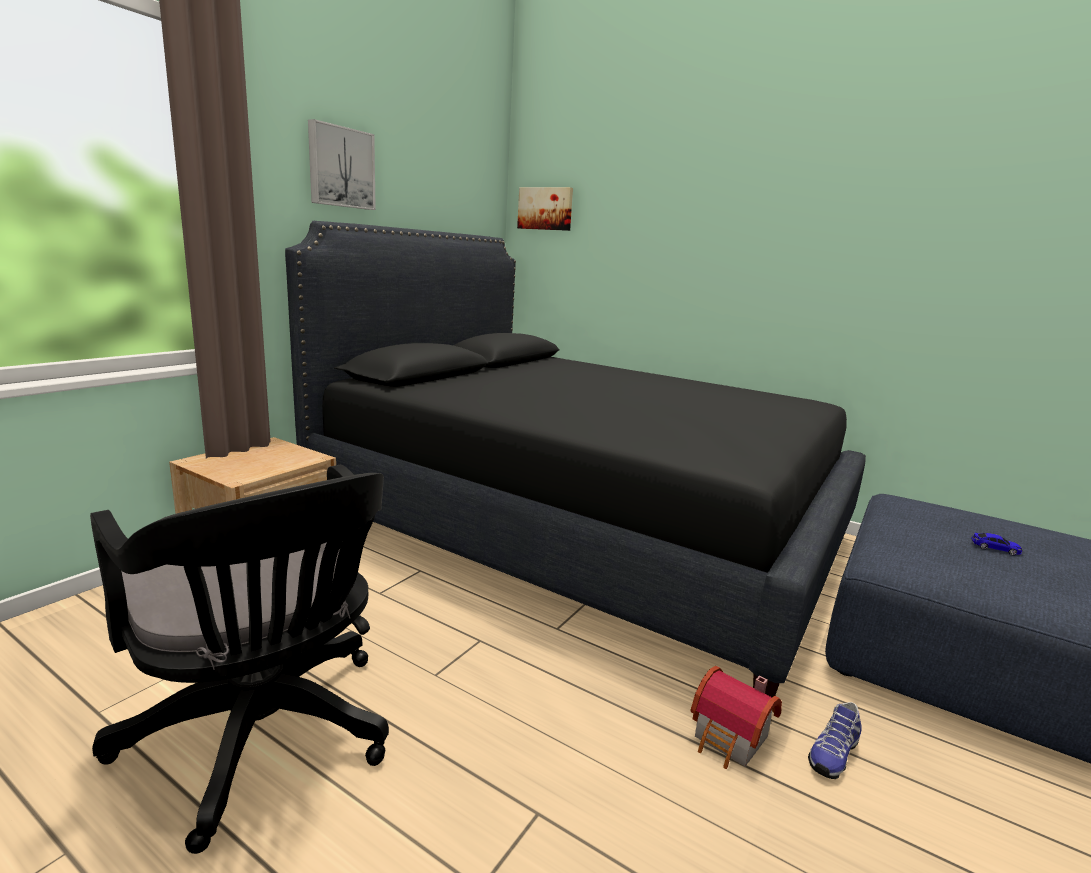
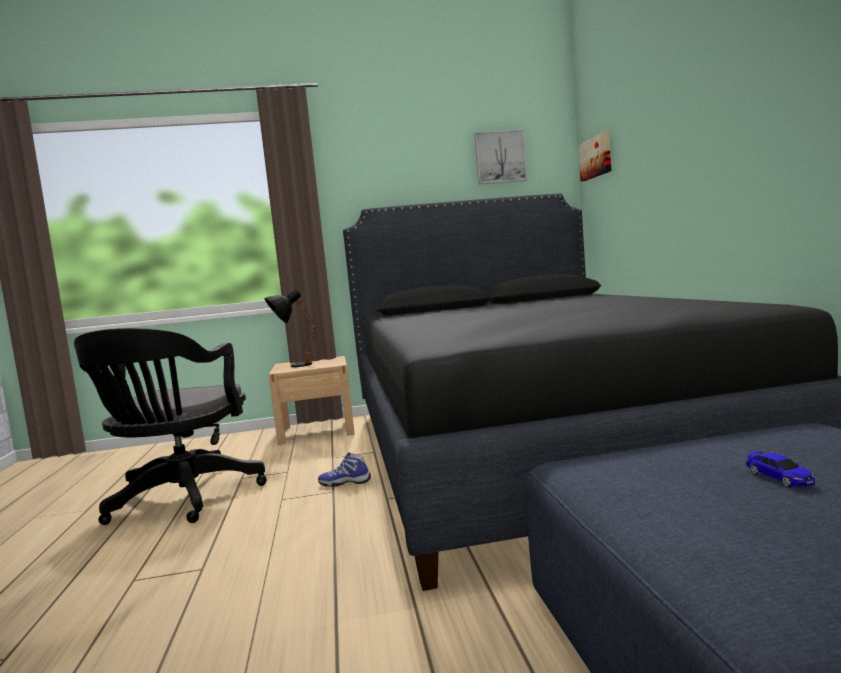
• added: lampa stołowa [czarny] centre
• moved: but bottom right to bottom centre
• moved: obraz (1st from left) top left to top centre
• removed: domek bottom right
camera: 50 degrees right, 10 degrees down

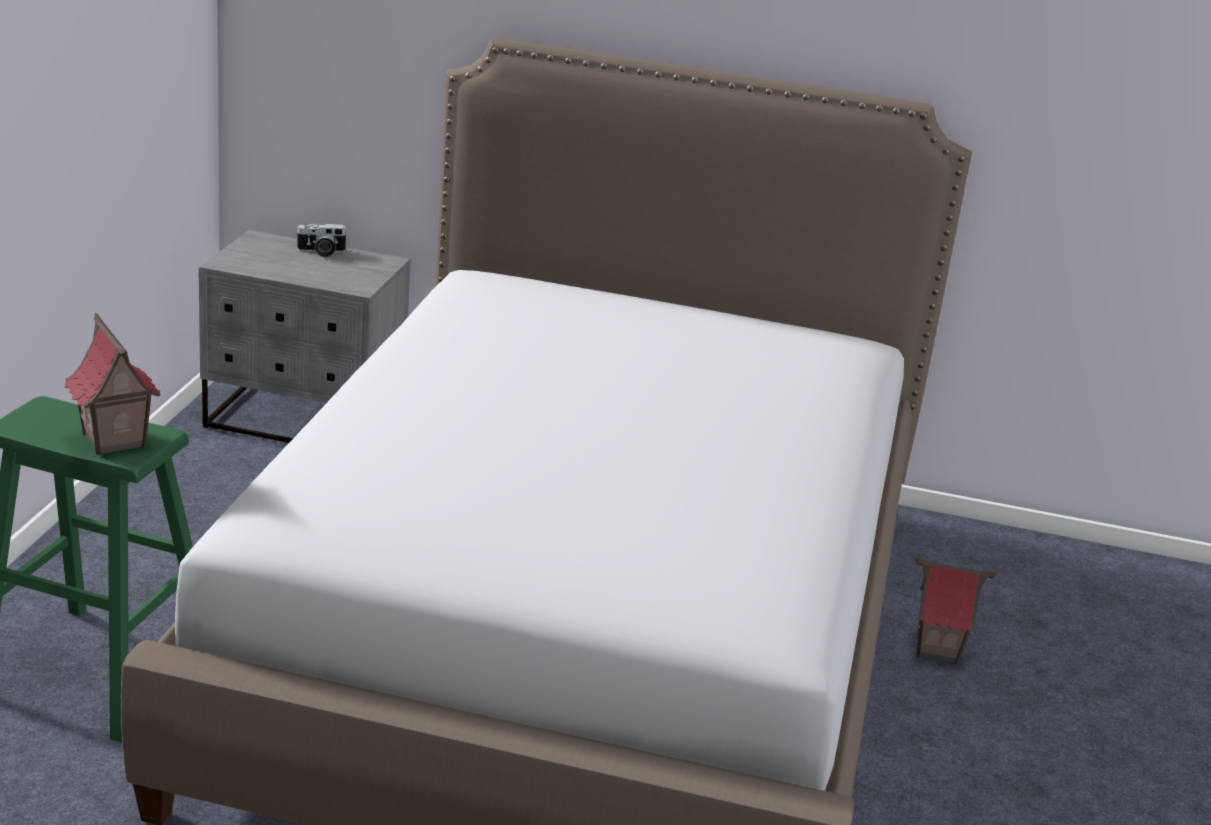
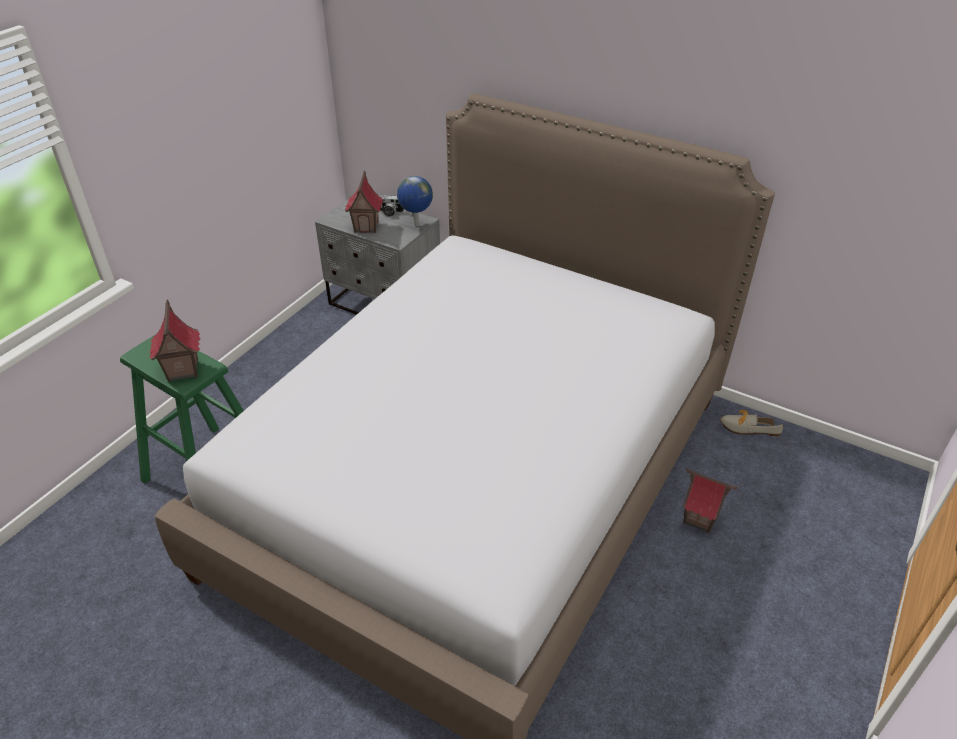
• added: domek (2nd from left) top centre
• added: globus top centre
• added: but middle right
camera: 20 degrees right, 15 degrees up

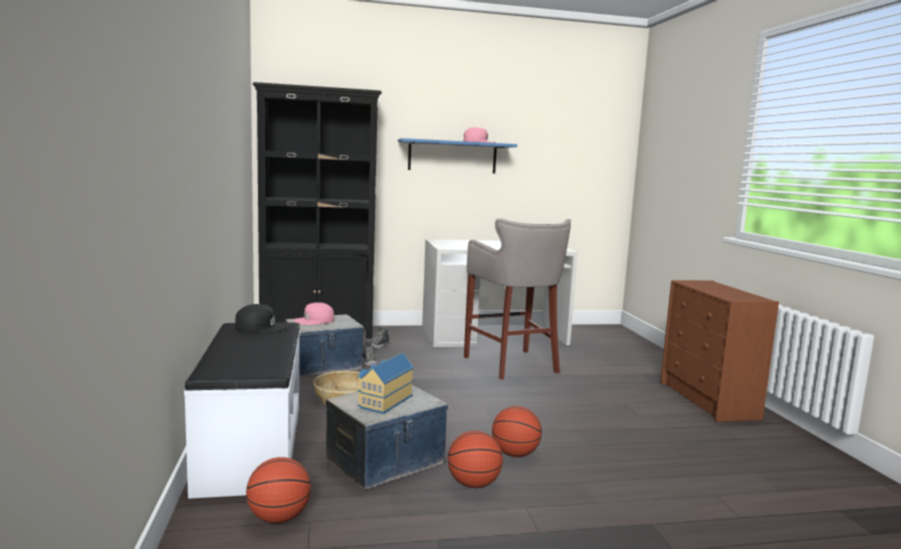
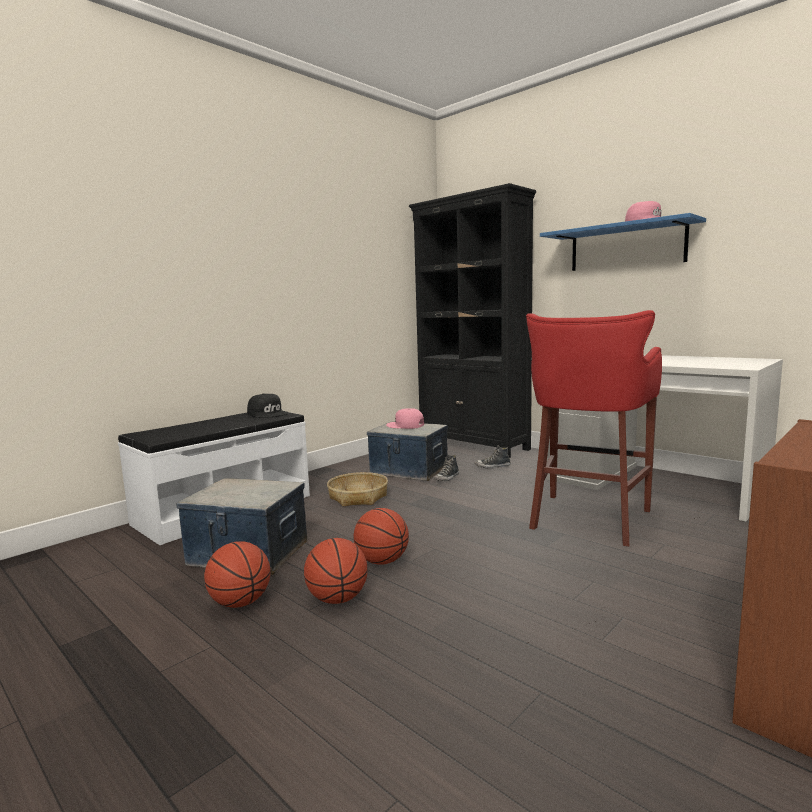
• moved: piłka do koszykówki (1st from left in the first image) bottom left to piłka do koszykówki (3rd from left) centre
• recoloured: stołek [szary] centre to stołek [czerwony] middle right
• removed: domek bottom centre
camera: 55 degrees right, 0 degrees up

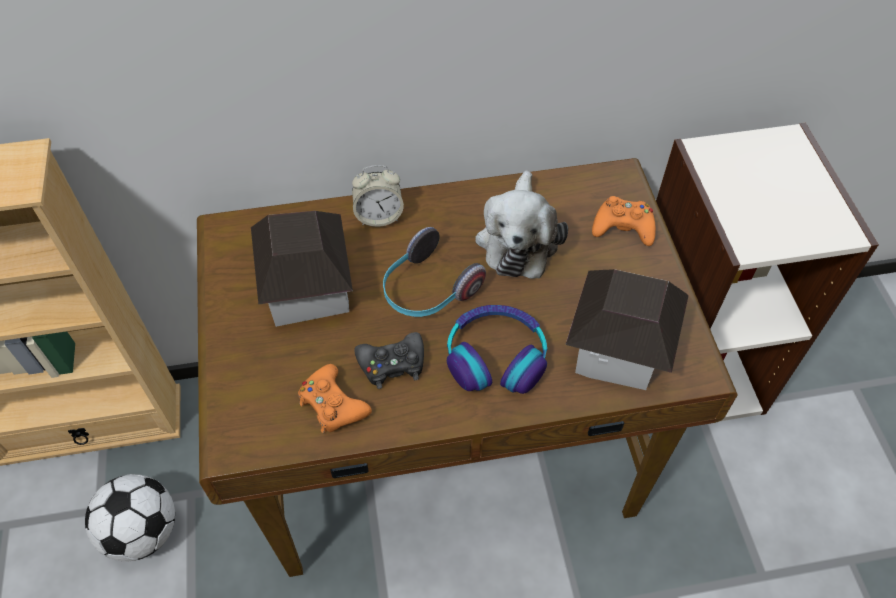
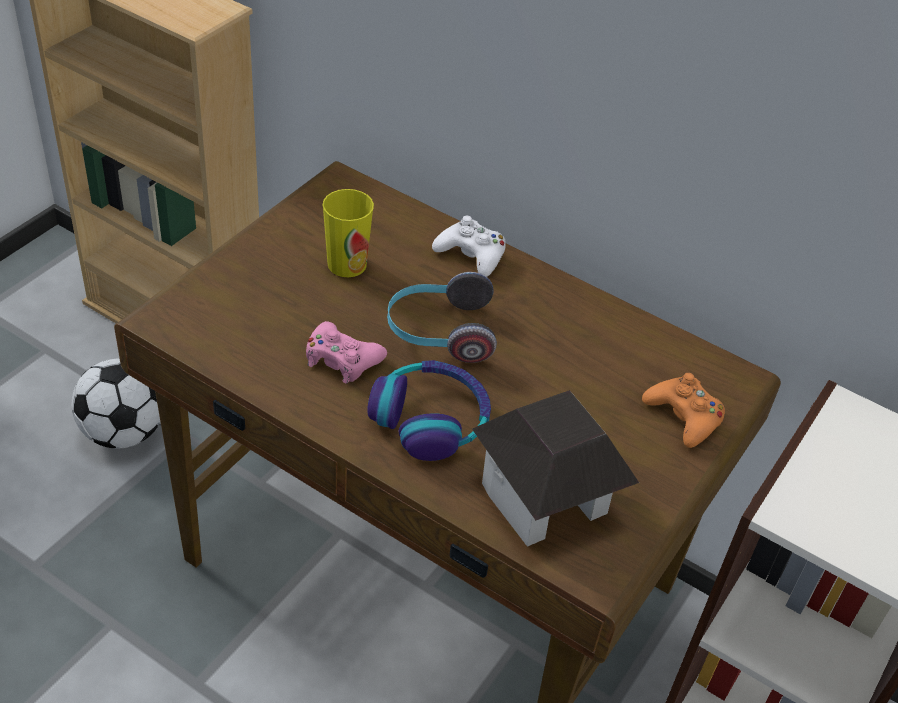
• recoloured: pad do gier [czarny] centre to pad do gier [różowy] centre
• replaced: domek (1st from left) centre to filiżanka top centre
• replaced: budzik top centre to pad do gier [biały] centre
• removed: pad do gier [pomarańczowy] (1st from left) centre
• removed: pluszak centre
camera: 40 degrees right, 10 degrees down

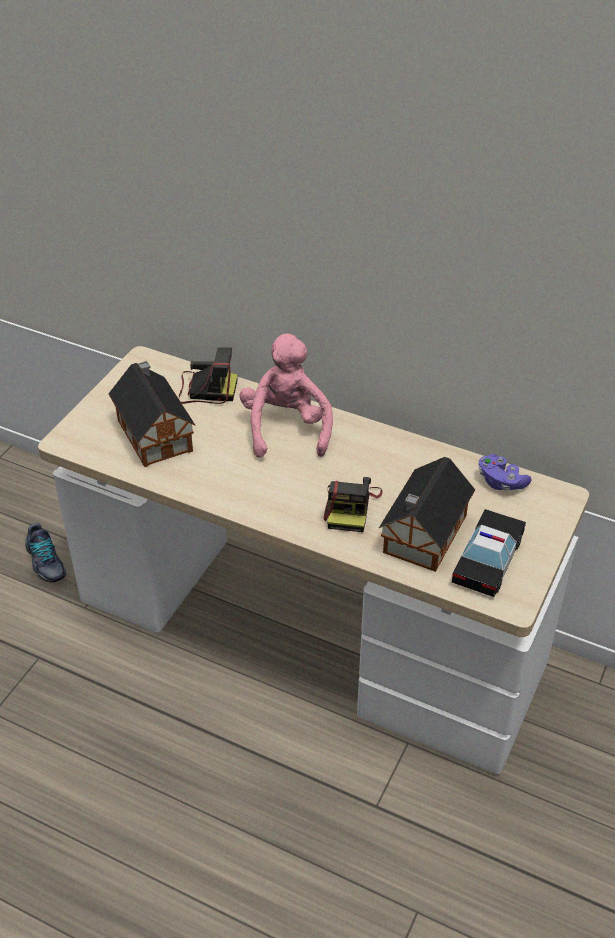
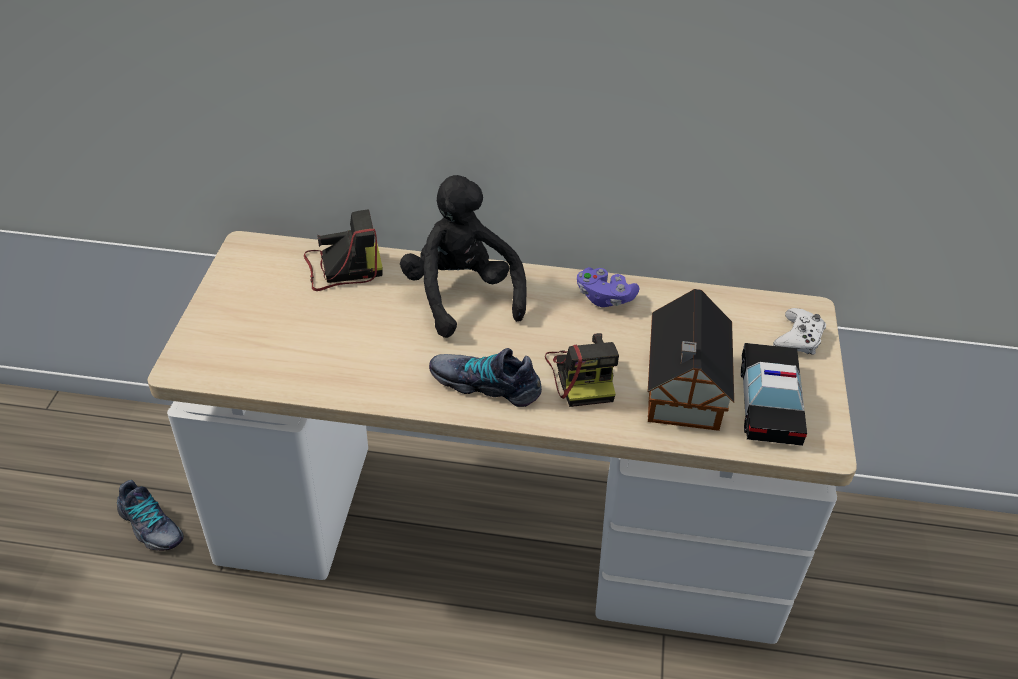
• recoloured: pluszak [różowy] centre to pluszak [czarny] centre
• added: but (2nd from left) centre
• moved: pad do gier [fioletowy] middle right to centre
• added: pad do gier [biały] middle right
• removed: domek (1st from left) middle left
camera: 20 degrees left, 0 degrees up

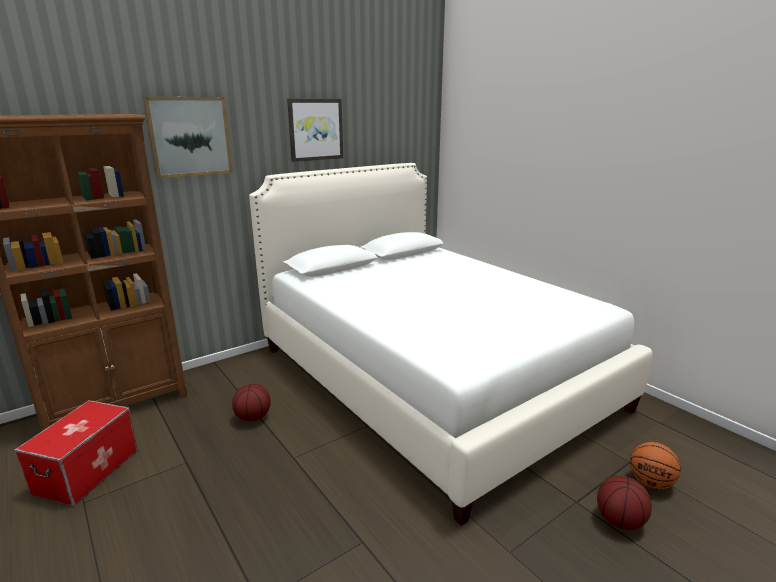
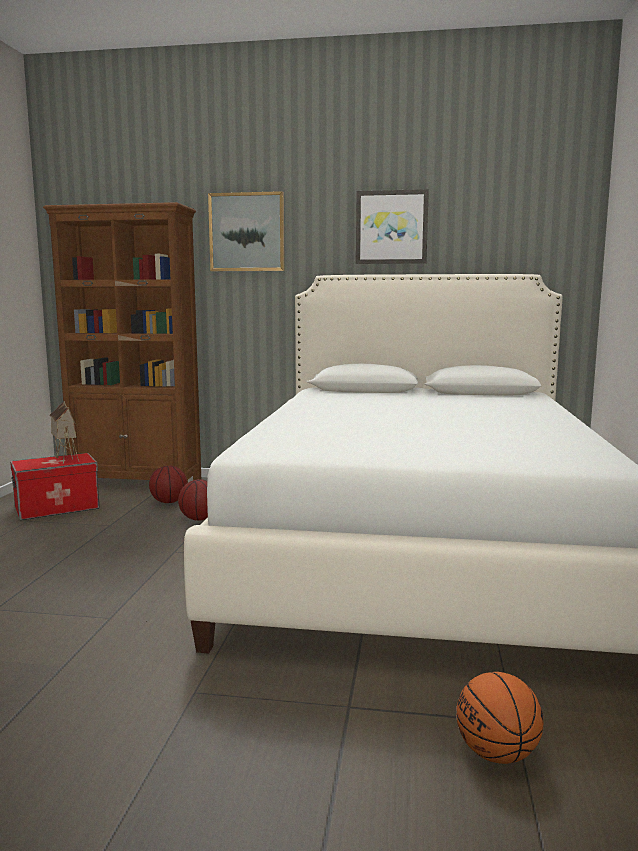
• added: domek middle left
• moved: piłka do koszykówki (2nd from left in the first image) bottom right to piłka do koszykówki (1st from left) middle left
camera: 45 degrees right, 10 degrees down

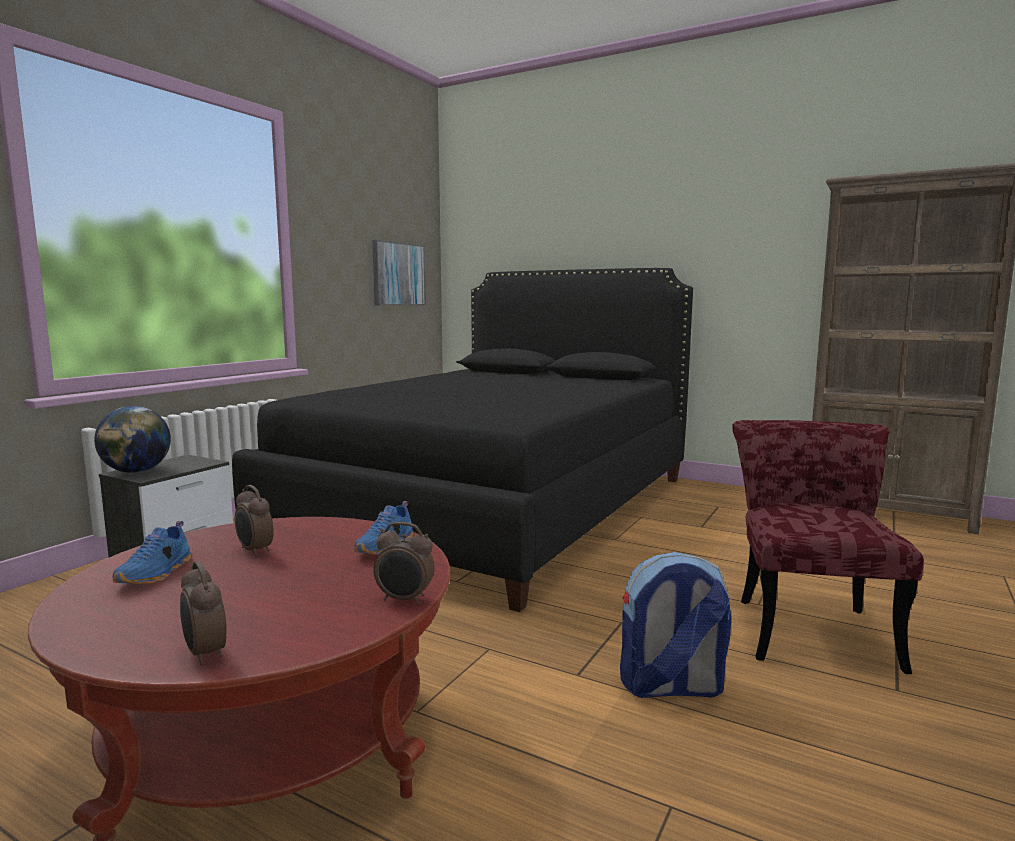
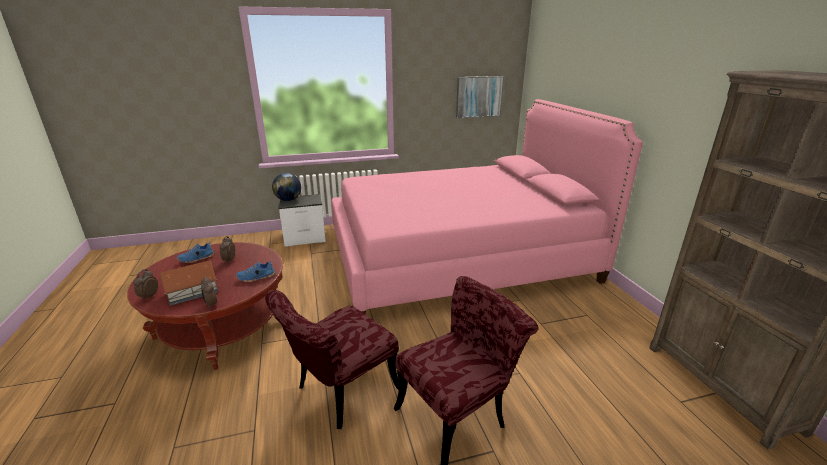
• added: domek middle left
• replaced: plecak bottom centre to krzesło [czerwony] (1st from left) bottom centre
• recoloured: łóżko [czarny] centre to łóżko [różowy] centre
camera: 45 degrees right, 15 degrees up

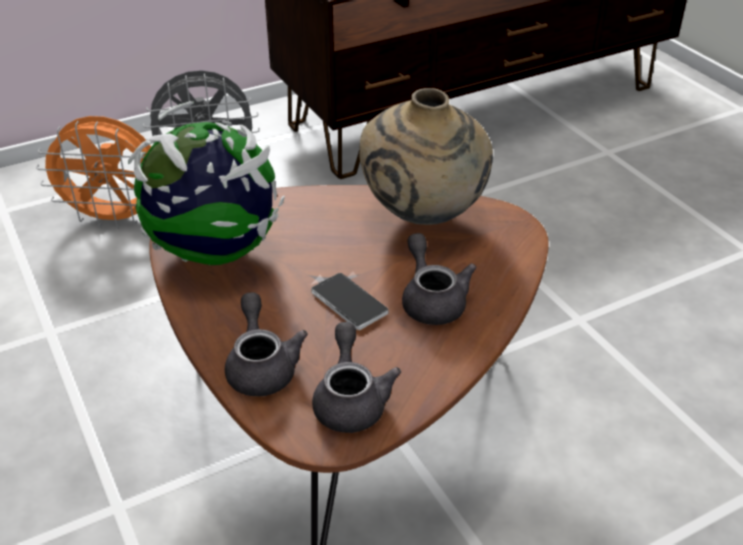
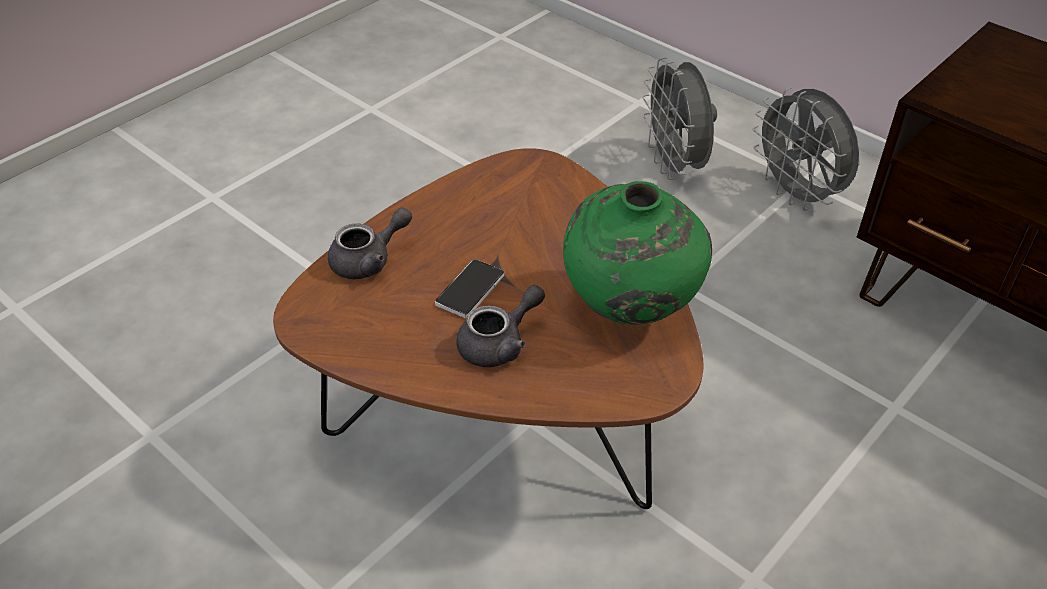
• recoloured: wazon [beżowy] top centre to wazon [zielony] centre
• recoloured: wentylator [pomarańczowy] top left to wentylator [szary] (1st from left) top centre
• removed: globus middle left
• removed: imbryk [szary] (2nd from left) bottom centre
camera: 70 degrees right, 5 degrees up

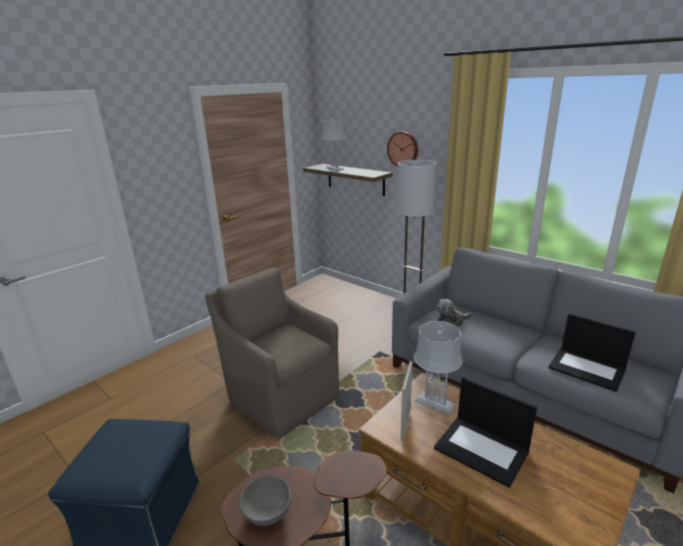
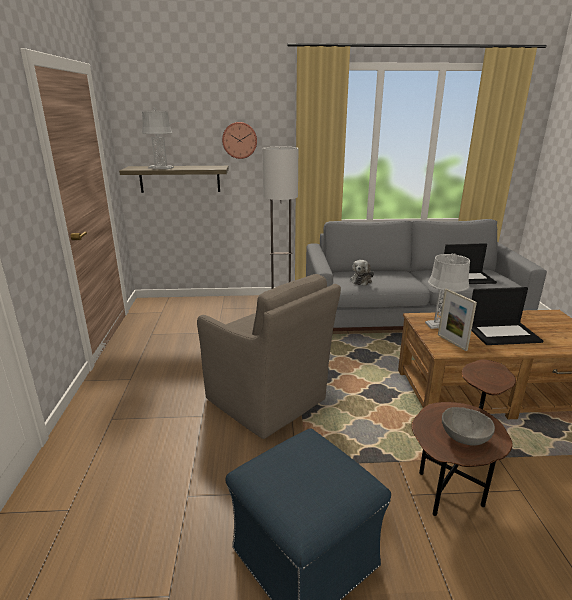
• turned: fotel [brązowy] centre = centre 135 degrees counterclockwise
camera: 45 degrees left, 0 degrees up

